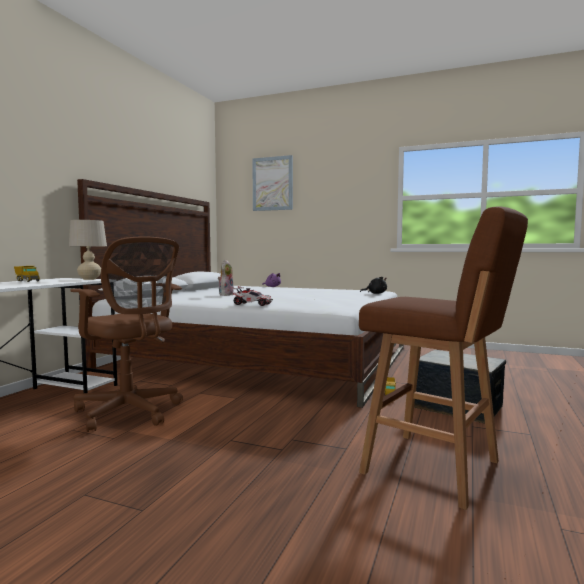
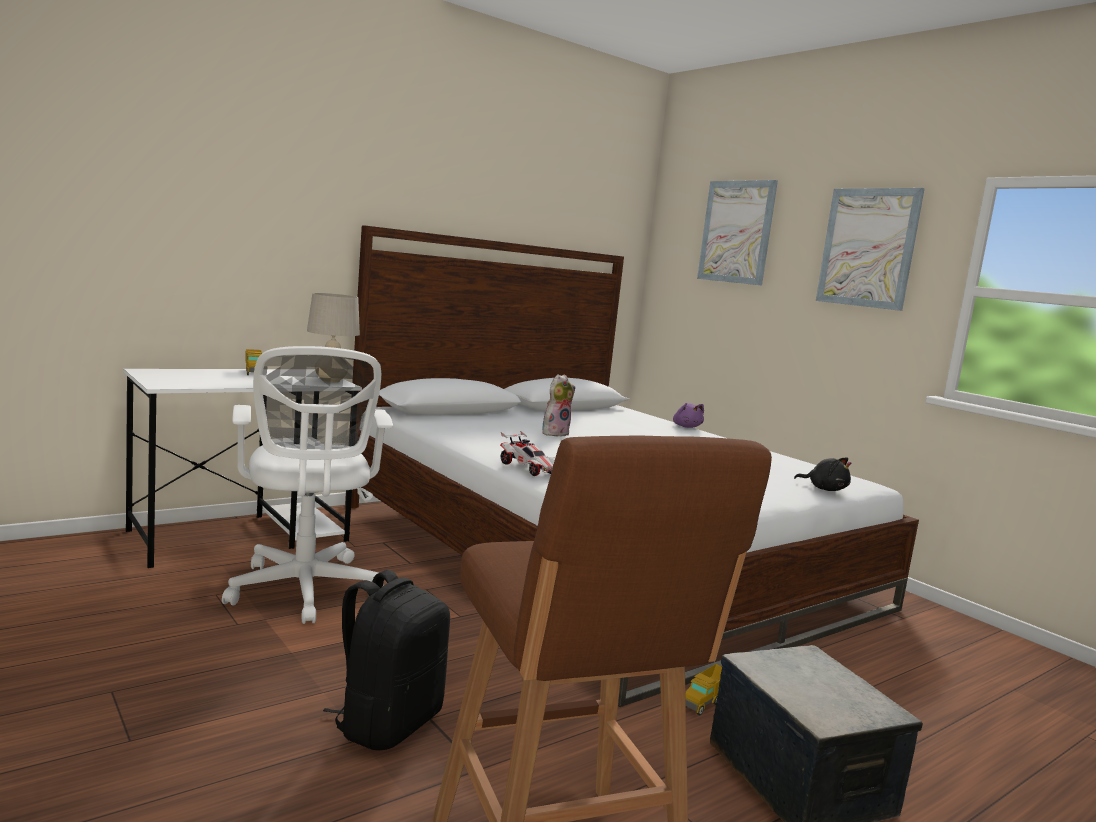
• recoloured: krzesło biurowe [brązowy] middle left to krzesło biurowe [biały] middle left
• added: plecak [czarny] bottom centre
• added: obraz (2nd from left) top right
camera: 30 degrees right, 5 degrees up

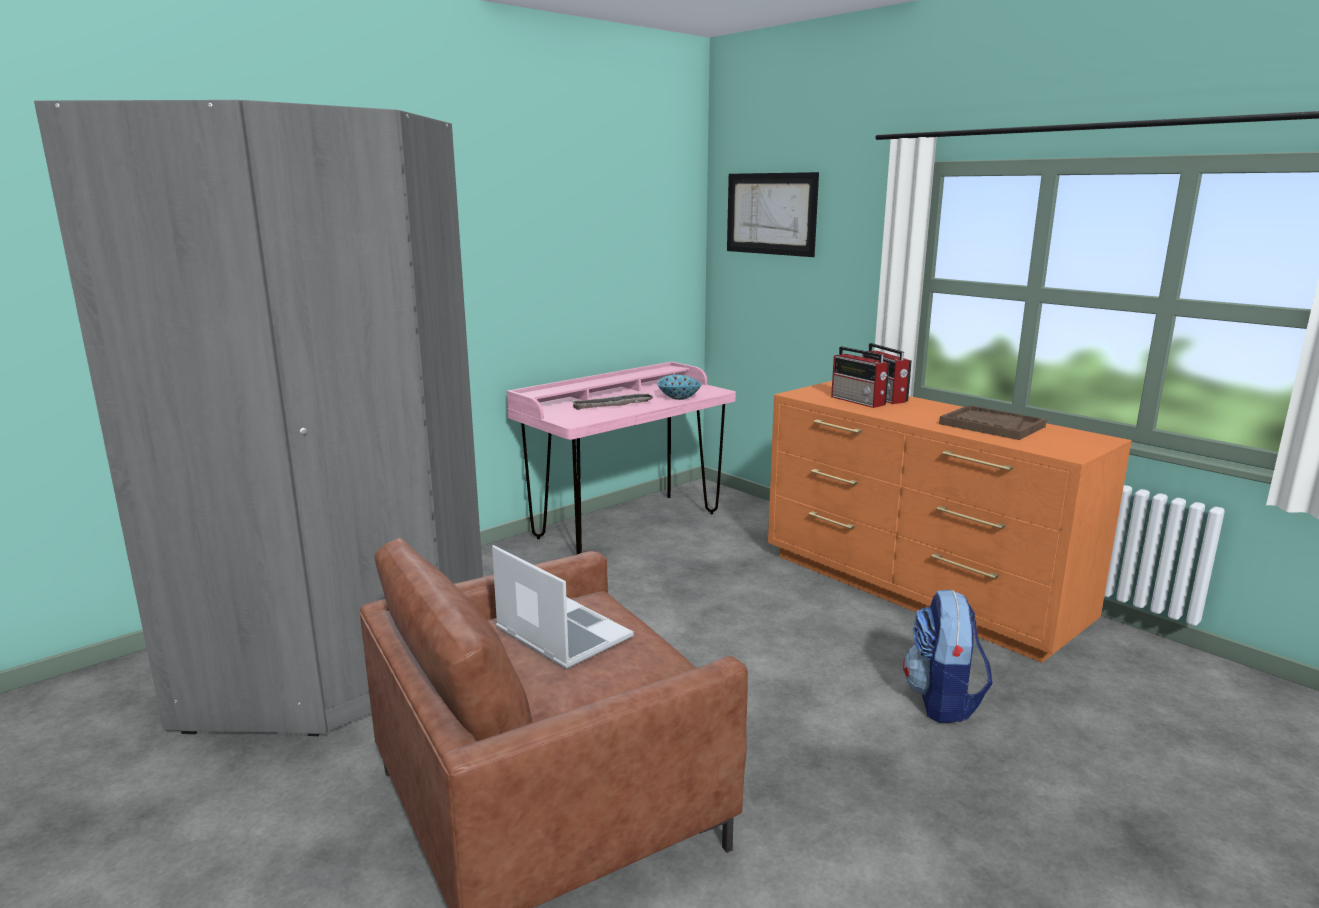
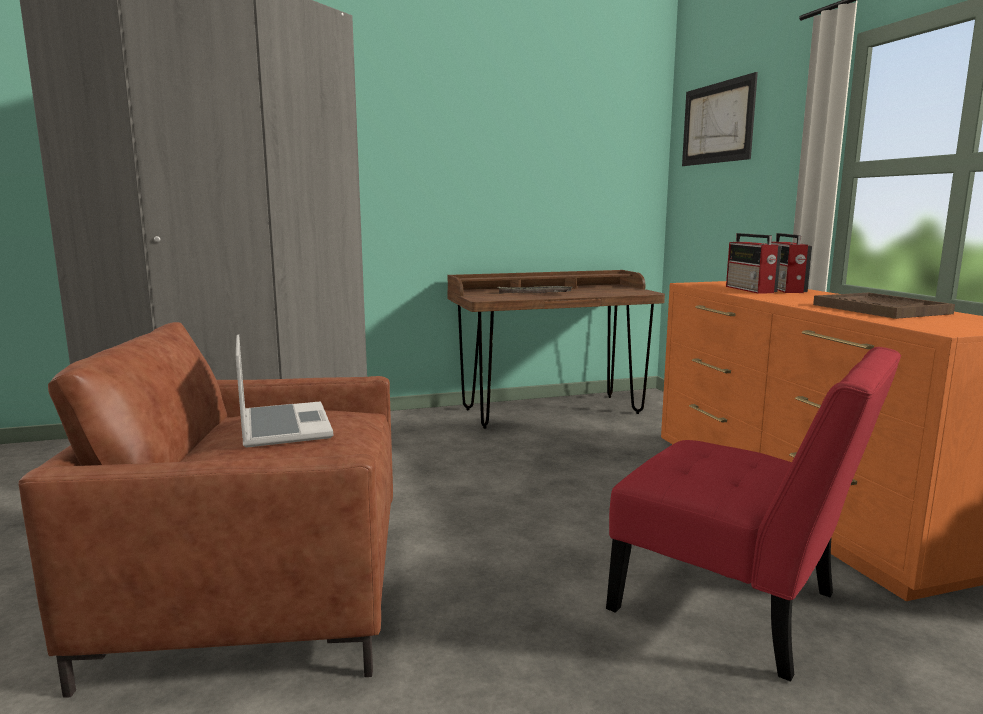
• recoloured: biurko [różowy] centre to biurko [brązowy] centre
• replaced: plecak bottom right to krzesło [czerwony] bottom right
• removed: miska centre
camera: 25 degrees right, 5 degrees down

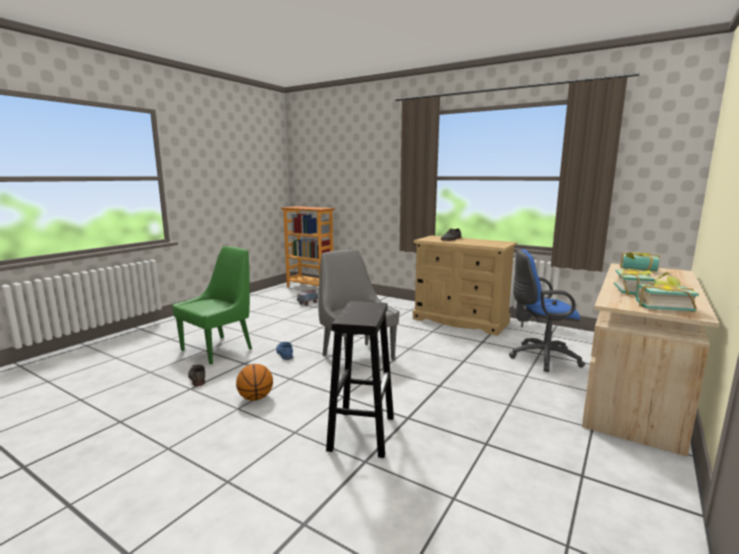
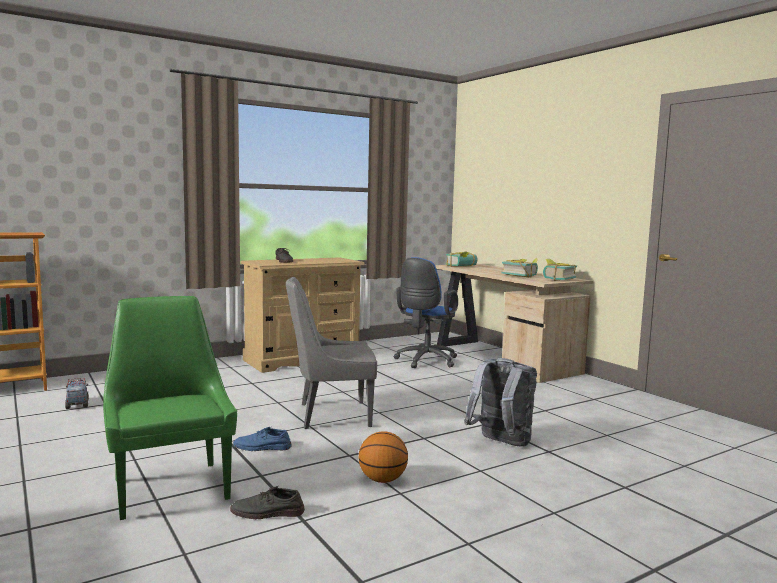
• replaced: stołek [czarny] bottom centre to plecak [szary] bottom centre
camera: 65 degrees left, 5 degrees down

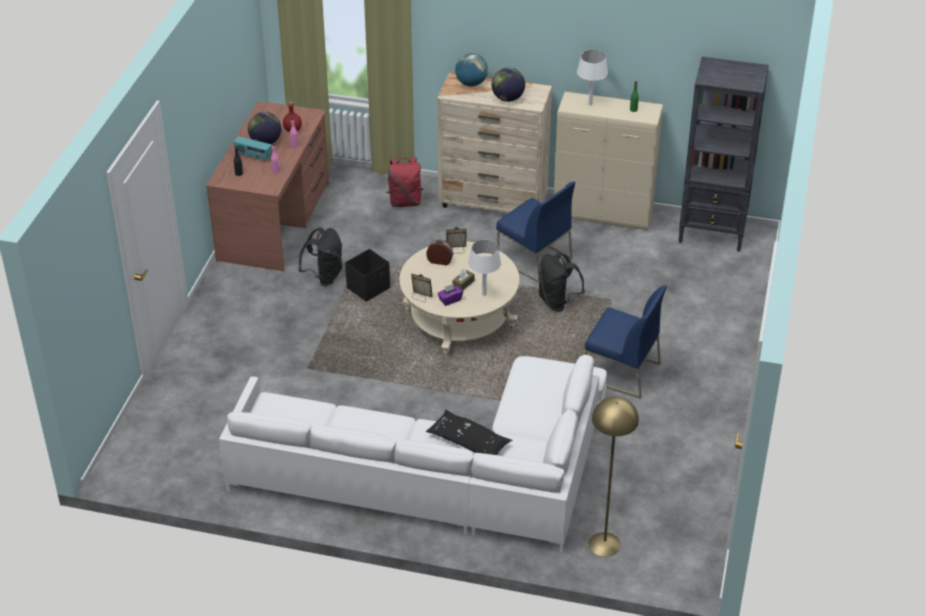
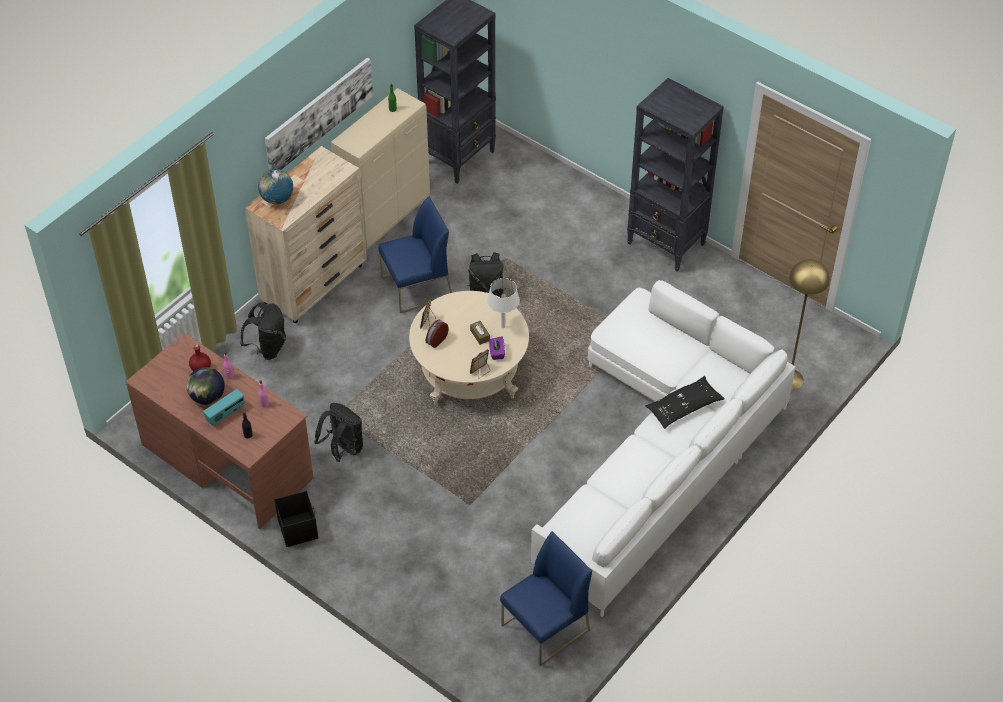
• recoloured: plecak [czerwony] top centre to plecak [czarny] (1st from left) middle left
• added: obraz top left
• moved: pojemnik do przechowywania [czarny] centre to bottom left
• moved: krzesło [niebieski] (2nd from left) middle right to bottom centre
• added: regał [czarny] (2nd from left) top right
• removed: globus (3rd from left) top centre
• removed: lampa stołowa [biały] (2nd from left) top centre
camera: 65 degrees left, 10 degrees up

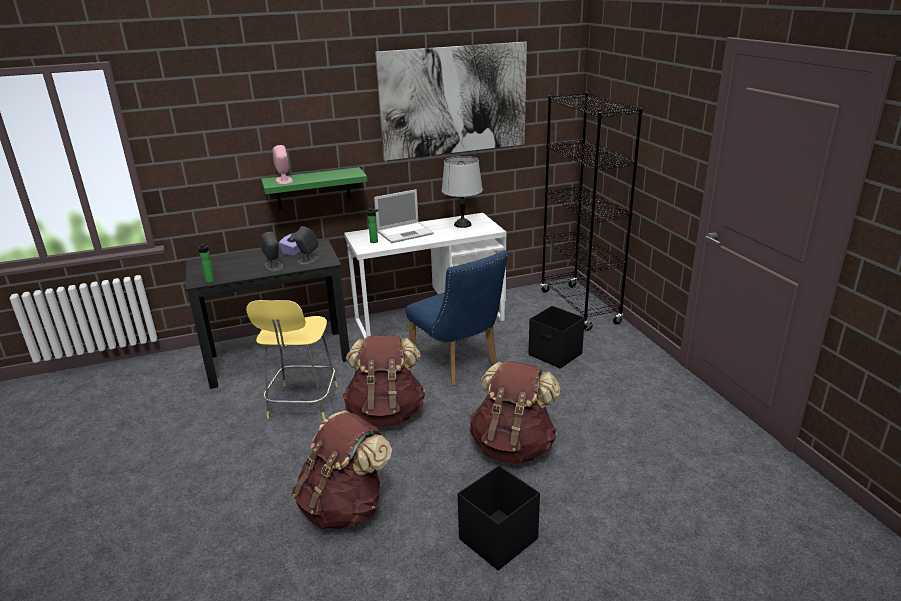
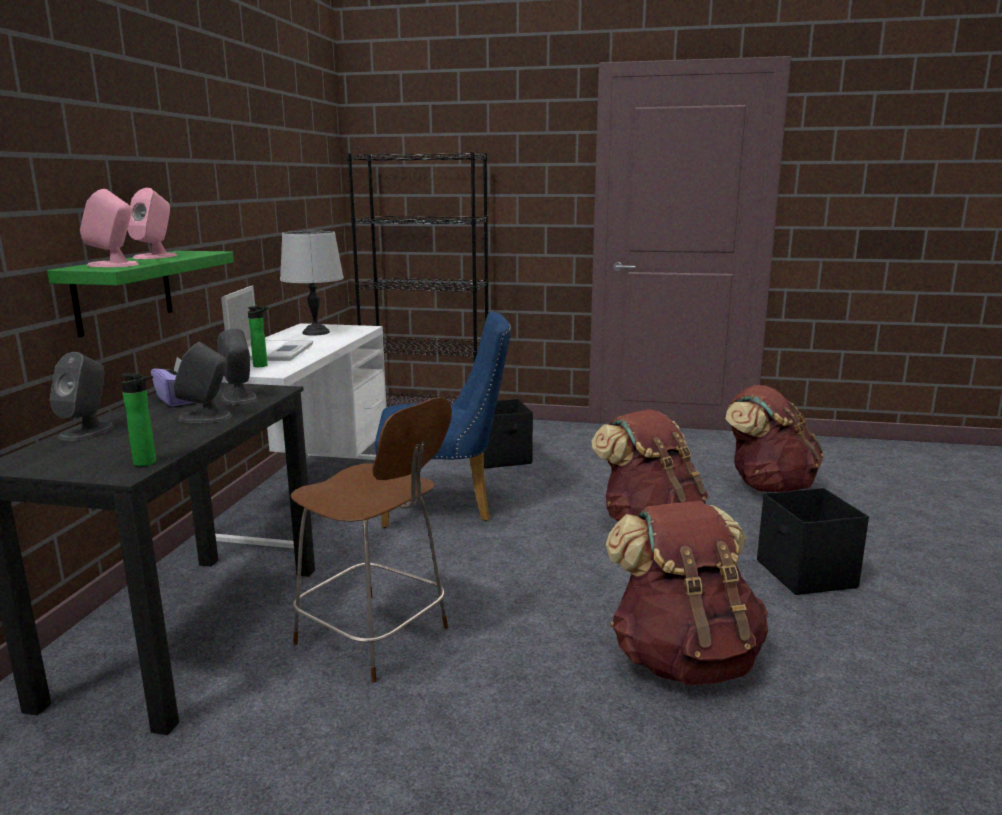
• added: głośnik [szary] (1st from left) middle left
• added: głośnik [różowy] (2nd from left) top left
• recoloured: stołek [żółty] middle left to stołek [brązowy] centre
• moved: plecak [brązowy] (2nd from left in the first image) centre to plecak [brązowy] (3rd from left) middle right
• removed: obraz top centre
camera: 60 degrees left, 10 degrees down

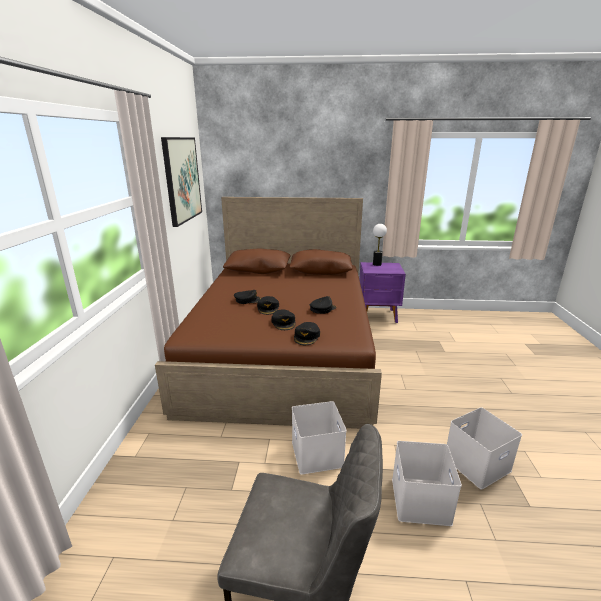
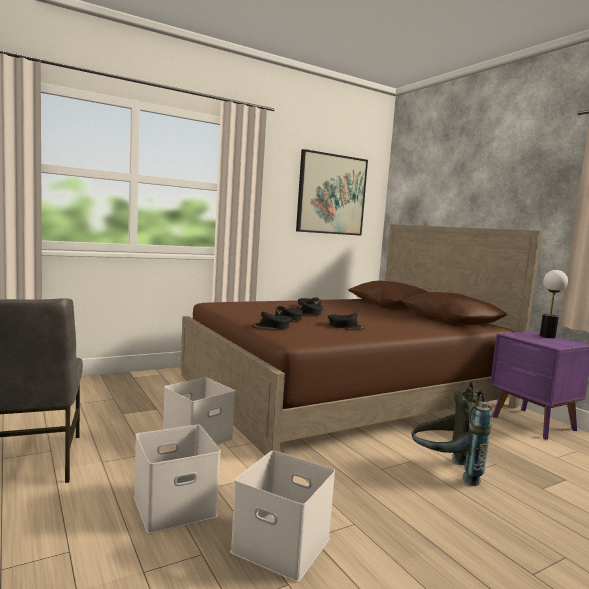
• added: plecak [szary] bottom right
camera: 55 degrees right, 15 degrees down

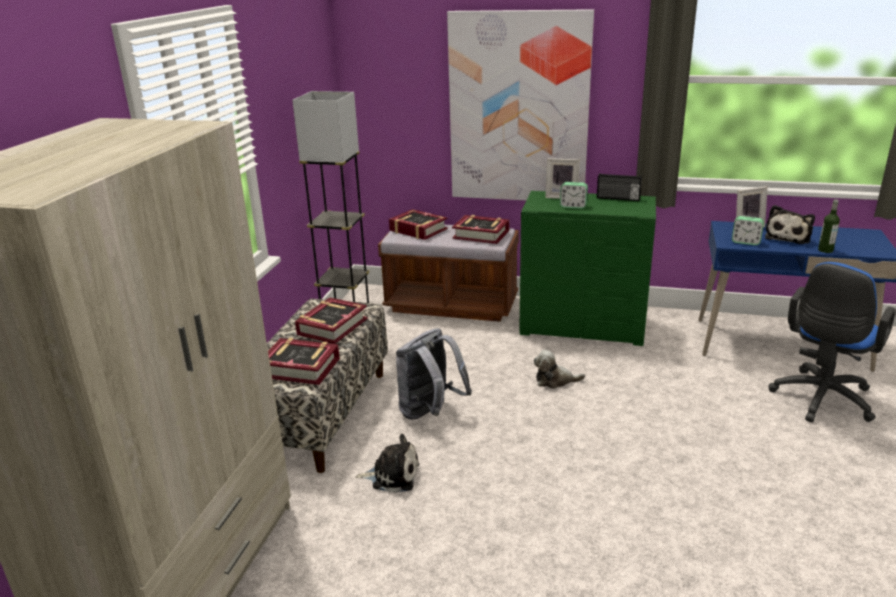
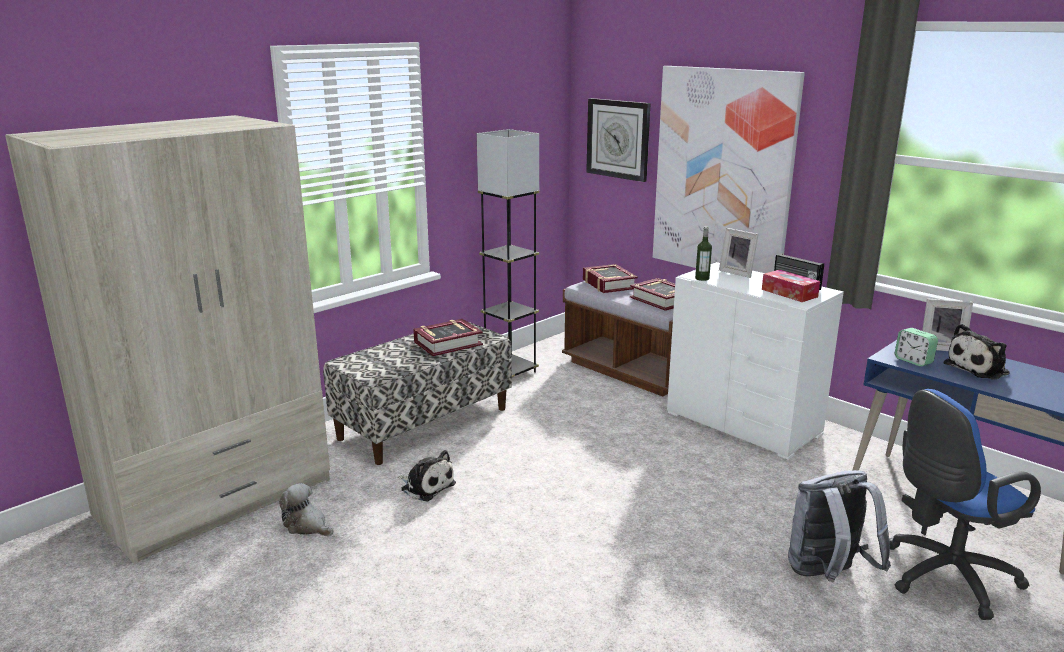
• moved: pluszak (2nd from left in the first image) centre to pluszak (1st from left) bottom left
• added: zegar ścienny top centre
• recoloured: komoda [zielony] centre to komoda [biały] middle right
• moved: butelka middle right to centre
• added: pudełko chusteczek middle right
• moved: plecak [szary] centre to bottom right
• removed: książka (1st from left) centre
• removed: budzik (1st from left) top centre
camera: 30 degrees right, 5 degrees down

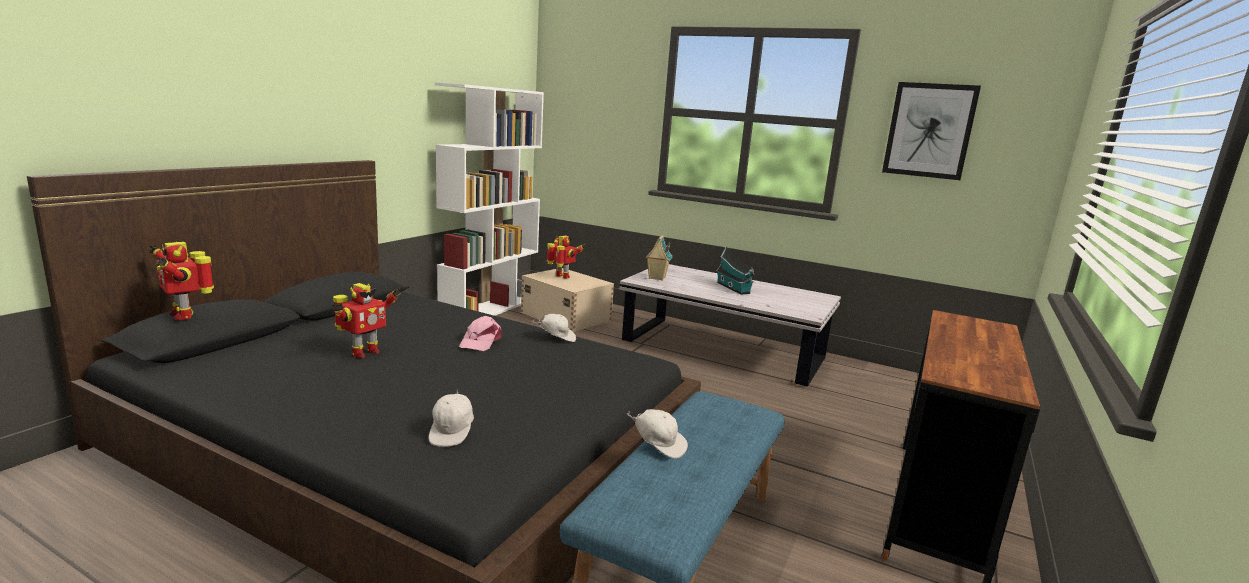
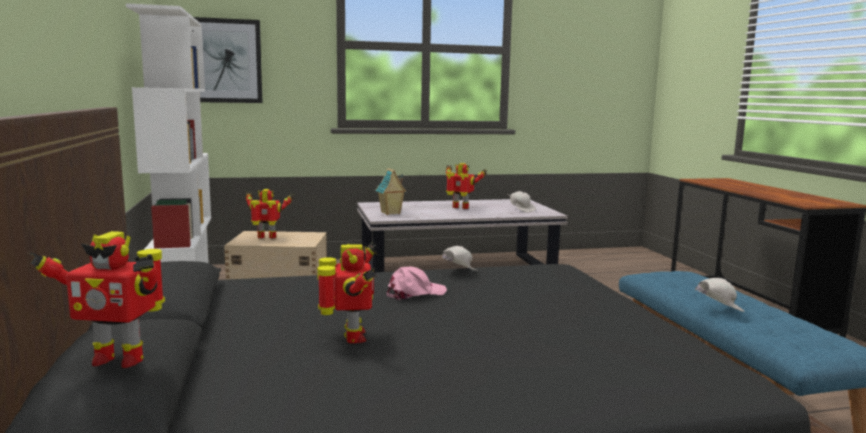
• moved: obraz top right to top left
• turned: czapka z daszkiem [różowy] centre = centre 90 degrees counterclockwise
• replaced: domek (2nd from left) centre to robot zabawkowy (4th from left) centre
• moved: czapka z daszkiem [biały] (1st from left in the first image) bottom centre to czapka z daszkiem [biały] (2nd from left) centre
camera: 40 degrees left, 5 degrees down

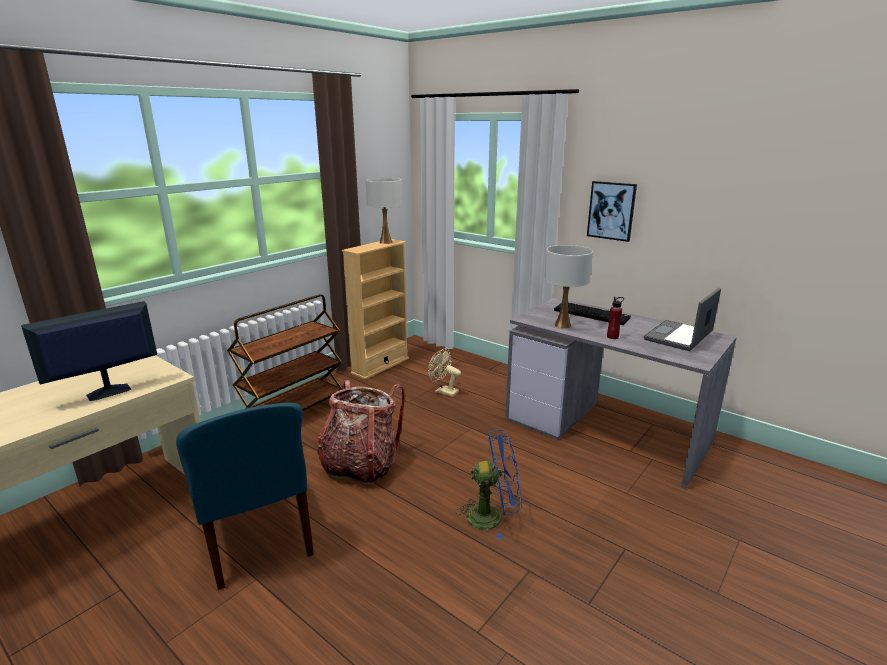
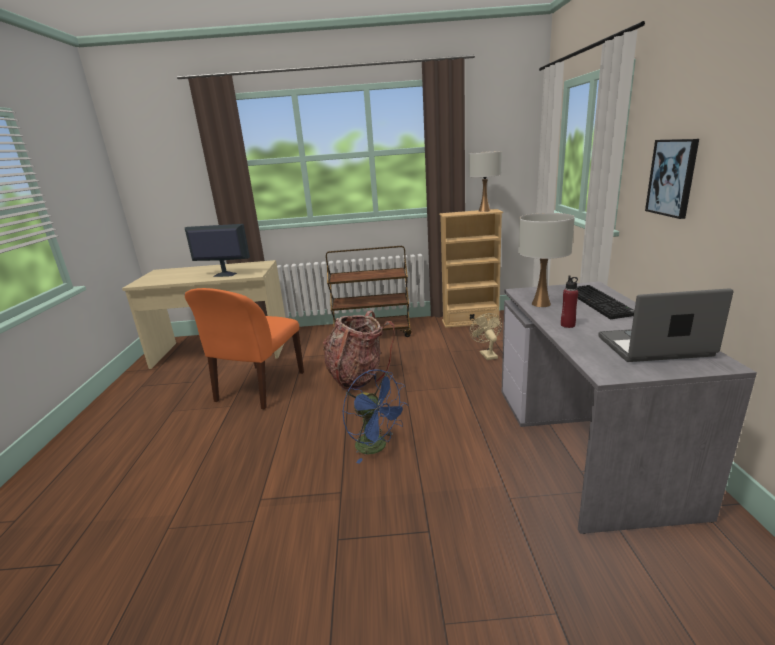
• recoloured: krzesło [niebieski] bottom left to krzesło [pomarańczowy] middle left
camera: 50 degrees right, 0 degrees up

